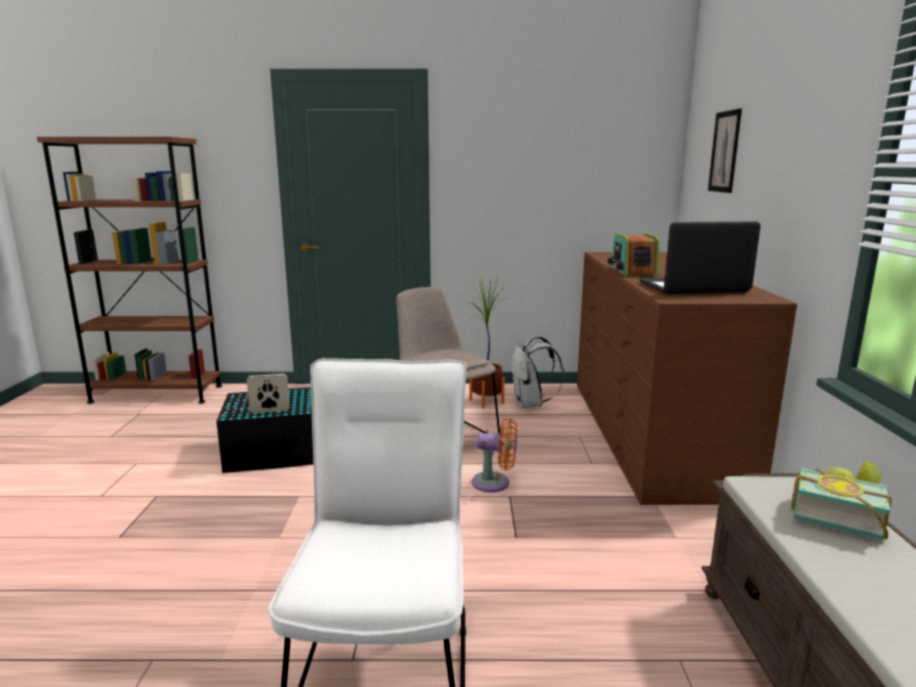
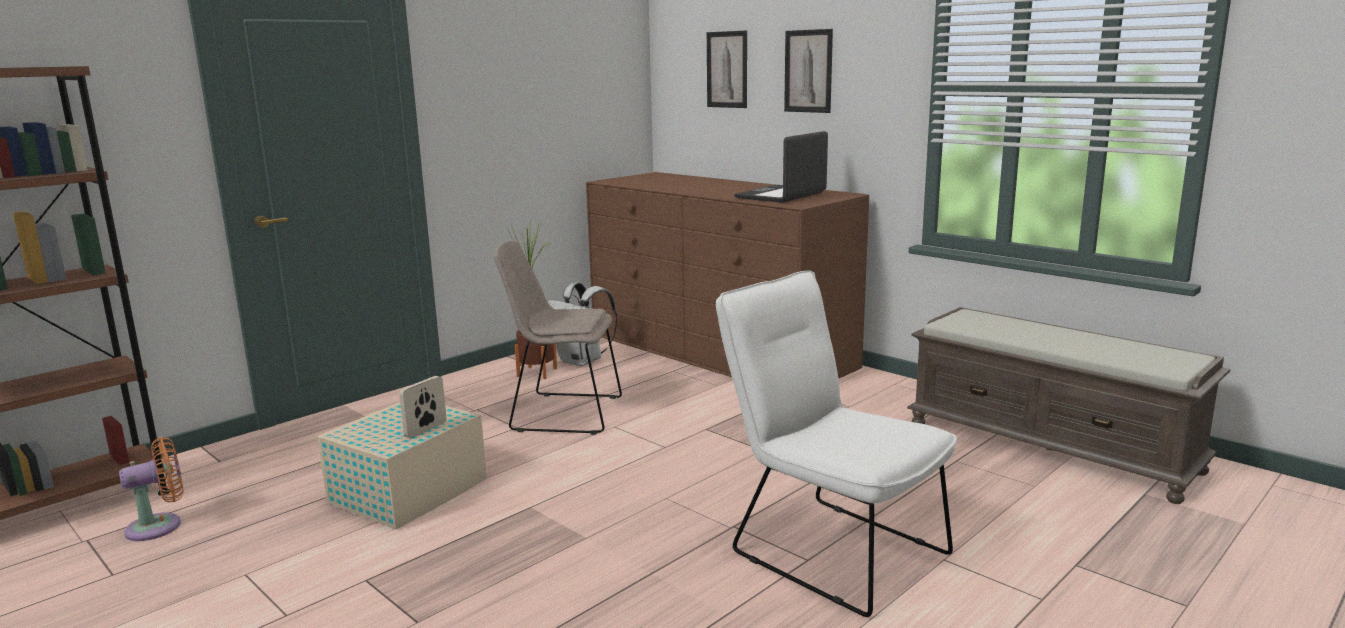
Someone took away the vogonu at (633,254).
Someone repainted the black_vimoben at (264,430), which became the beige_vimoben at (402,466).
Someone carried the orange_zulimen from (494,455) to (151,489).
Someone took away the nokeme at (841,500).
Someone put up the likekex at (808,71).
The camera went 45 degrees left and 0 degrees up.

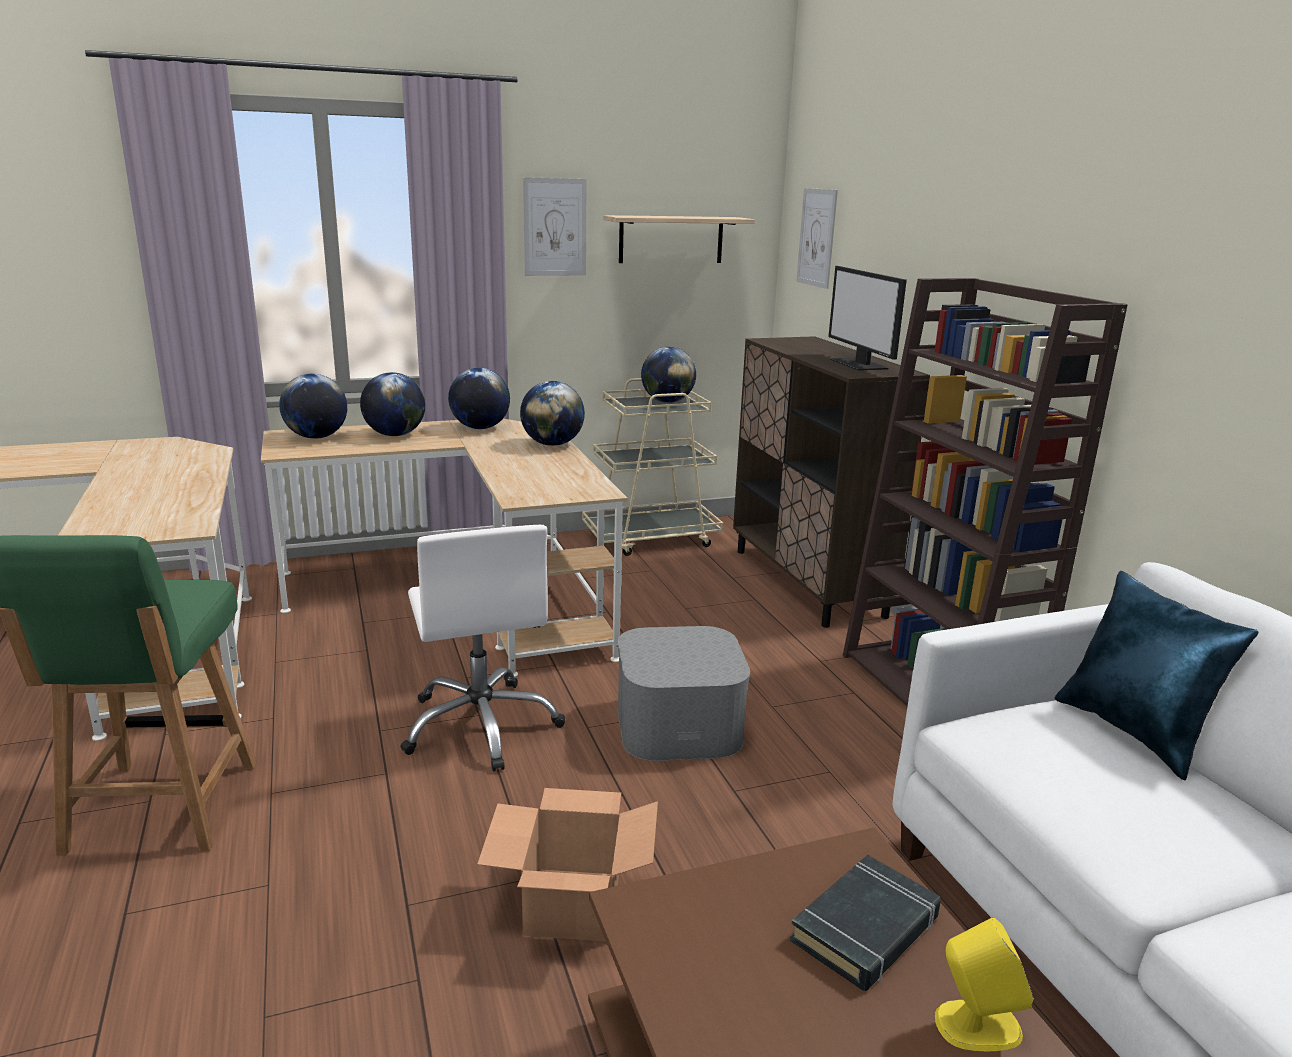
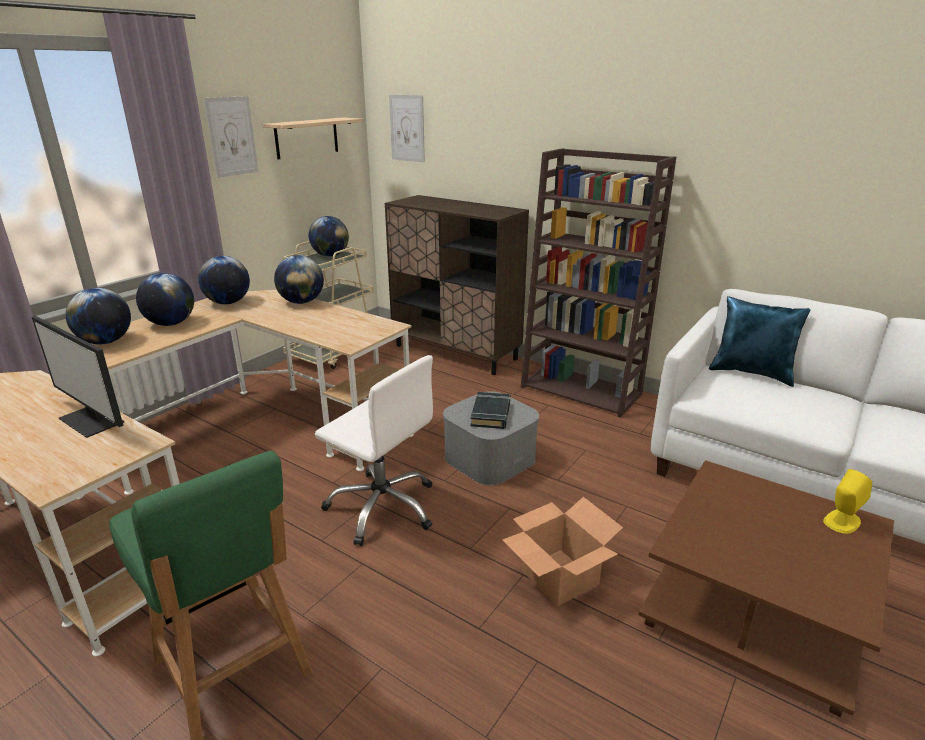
Someone carried the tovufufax from (867,318) to (78,377).
Someone carried the black_nokeme from (865,923) to (491,410).
The camera went 35 degrees left and 5 degrees up.

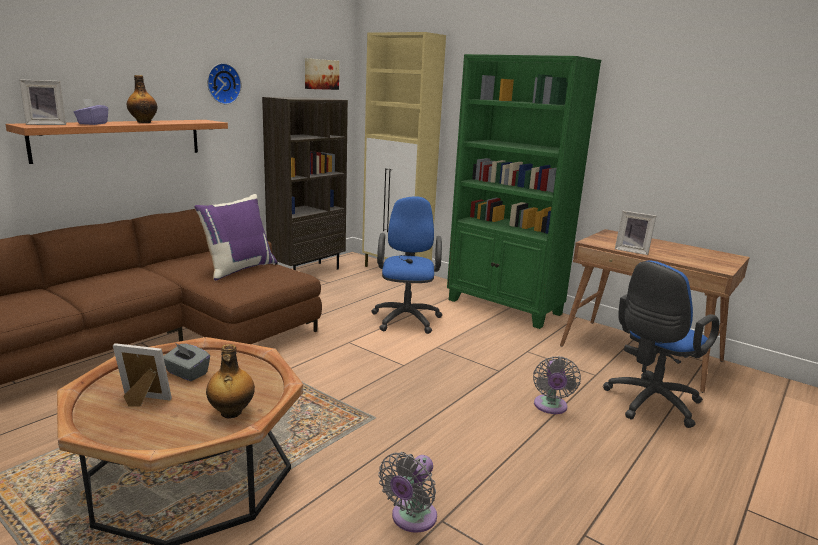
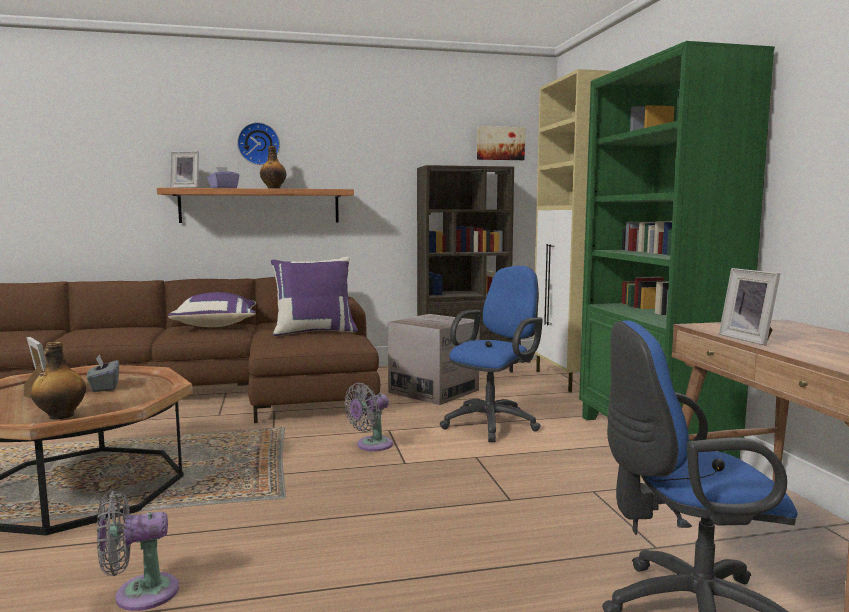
Someone carried the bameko from (224,83) to (258,143).
Someone carried the grey_zulimen from (557,385) to (368,417).
Someone put down the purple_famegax at (212,309).
Someone put down the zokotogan at (434,359).
The camera went 40 degrees right and 10 degrees down.

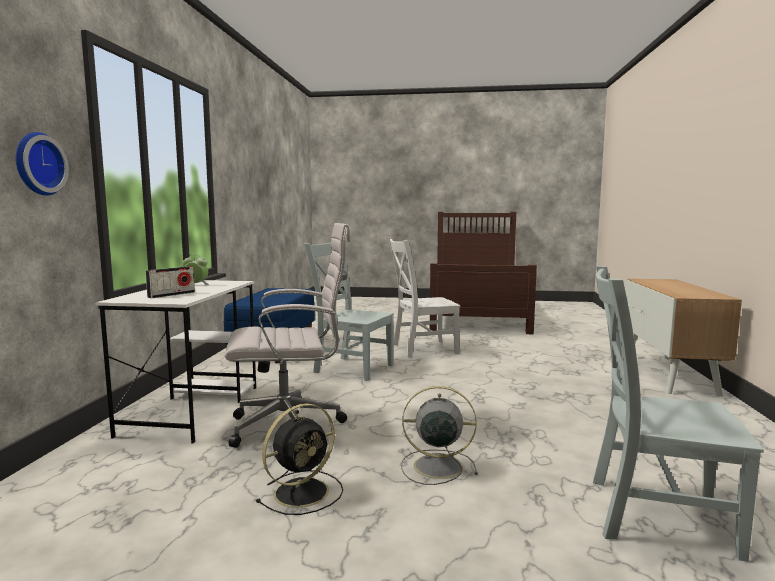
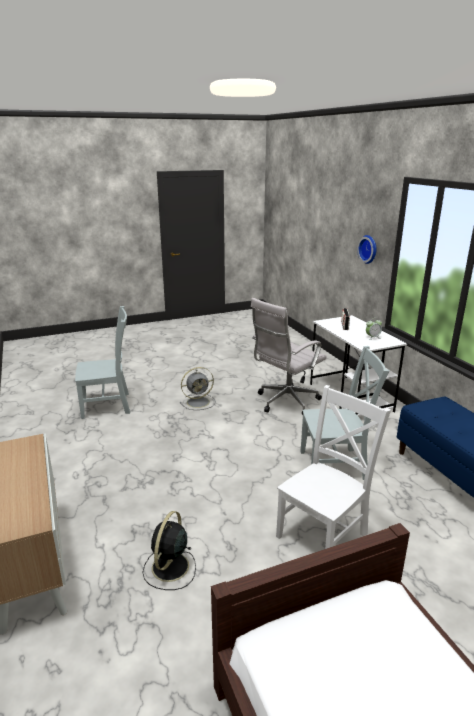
Someone carried the black_zulimen from (299,459) to (169,550).
The camera went 150 degrees right and 15 degrees up.

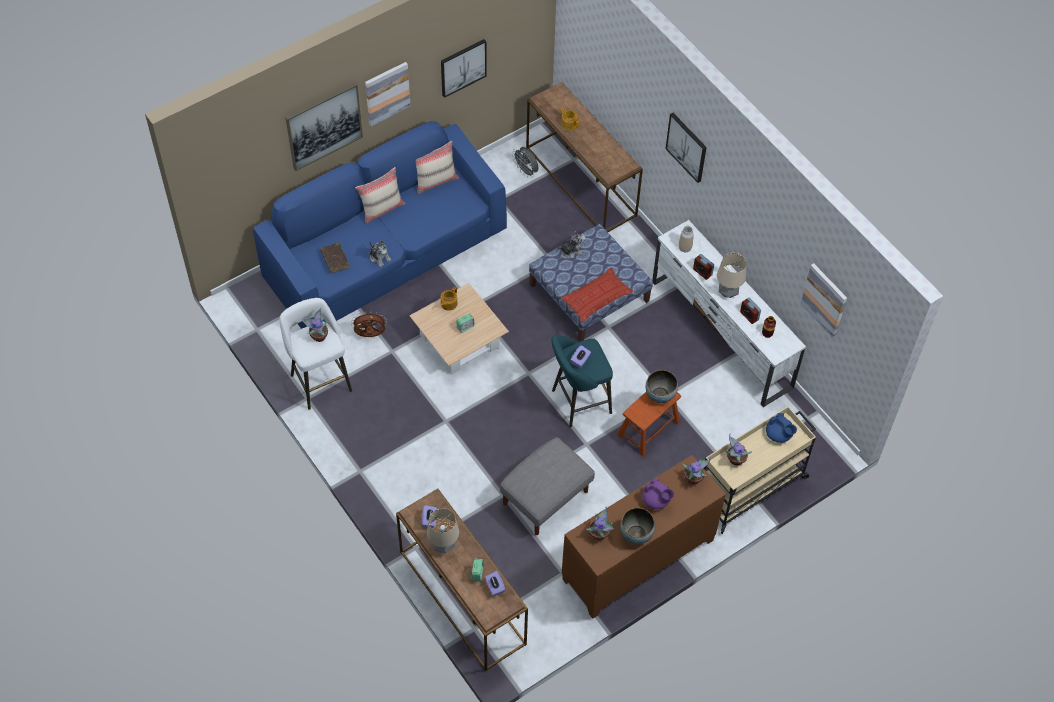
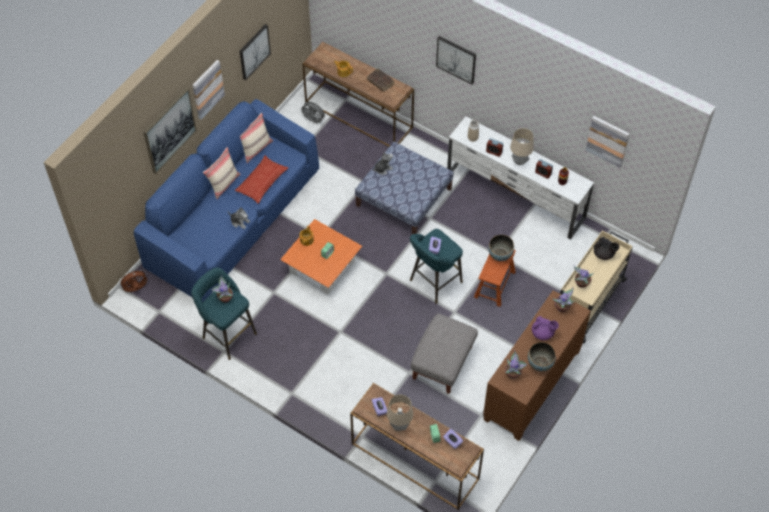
Someone carried the brown_nokeme from (335,257) to (380,80).
Someone carried the famegax from (597,295) to (261,179).
Someone repainted the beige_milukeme at (459,329), which became the orange_milukeme at (321,256).
Someone repainted the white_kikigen at (316,354), which became the turquoise_kikigen at (224,314).
Someone carried the brown_zulimen from (369,324) to (132,281).
Someone repainted the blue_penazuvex at (781,428), which became the black_penazuvex at (607,248).
The camera went 20 degrees left and 0 degrees up.

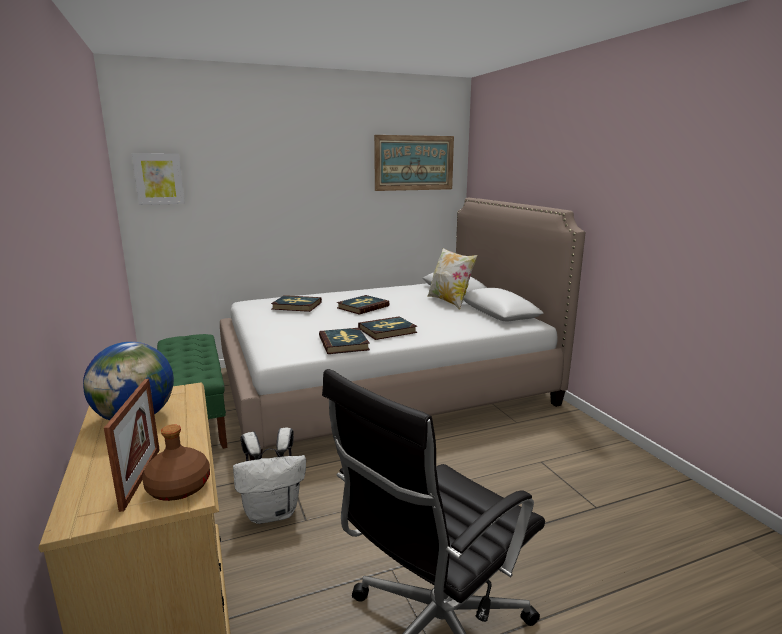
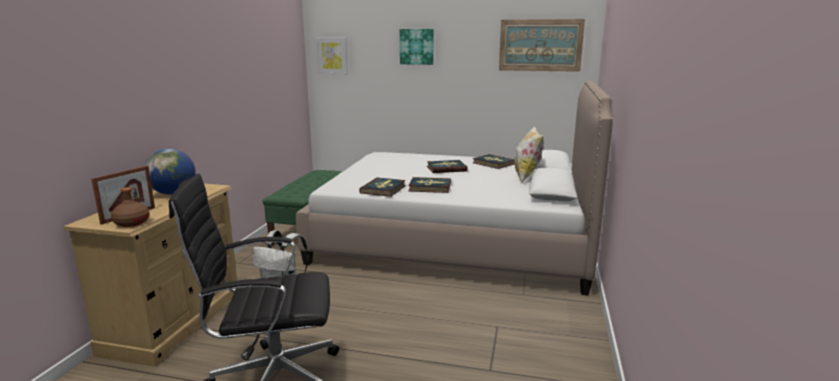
Someone carried the nokeme from (296,303) to (494,161).
Someone put up the likekex at (417,47).
The camera went 35 degrees right and 0 degrees up.

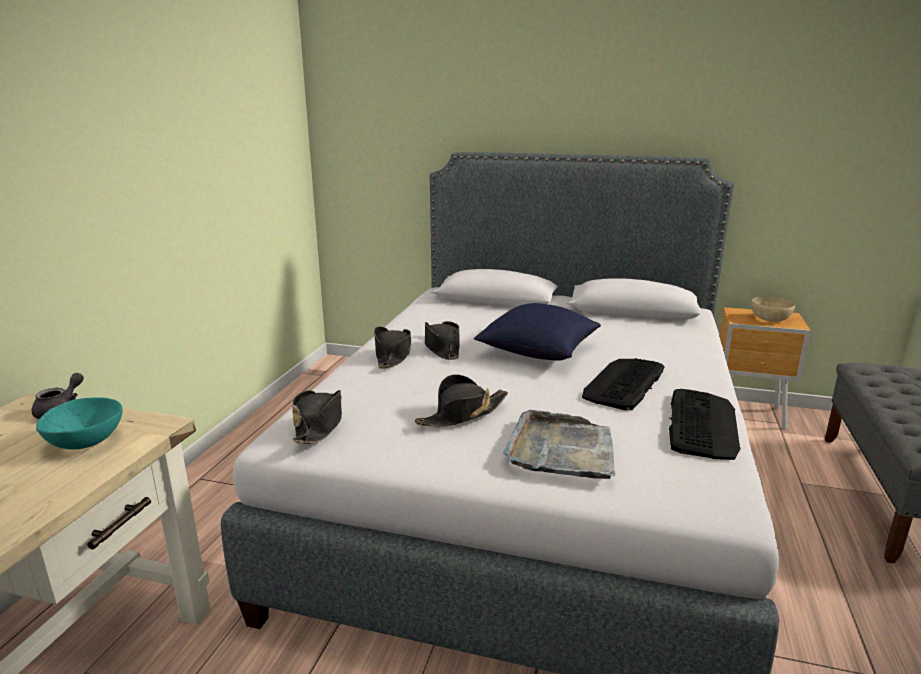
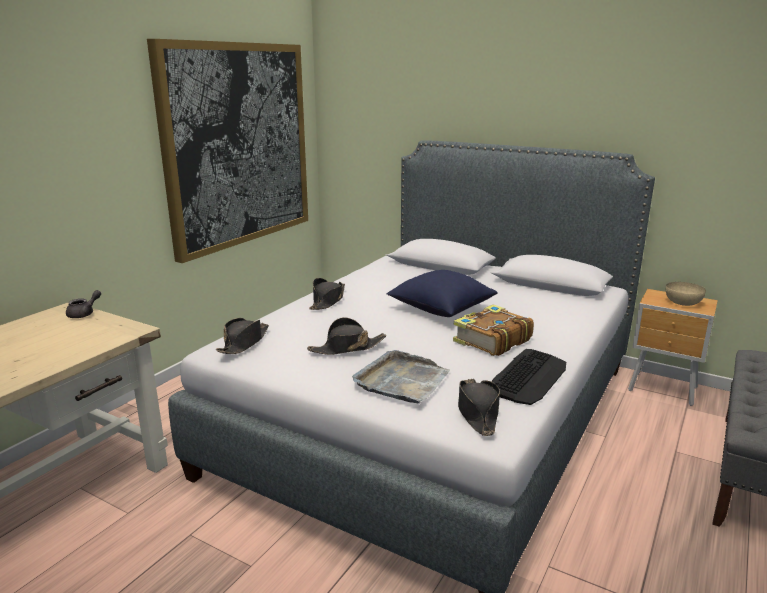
Someone carried the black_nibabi from (442,340) to (479,407).
Someone swapped the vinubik at (623,384) for the nokeme at (493,330).
Someone took away the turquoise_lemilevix at (79,423).
Someone put up the likekex at (227,151).
The camera went 15 degrees right and 0 degrees up.

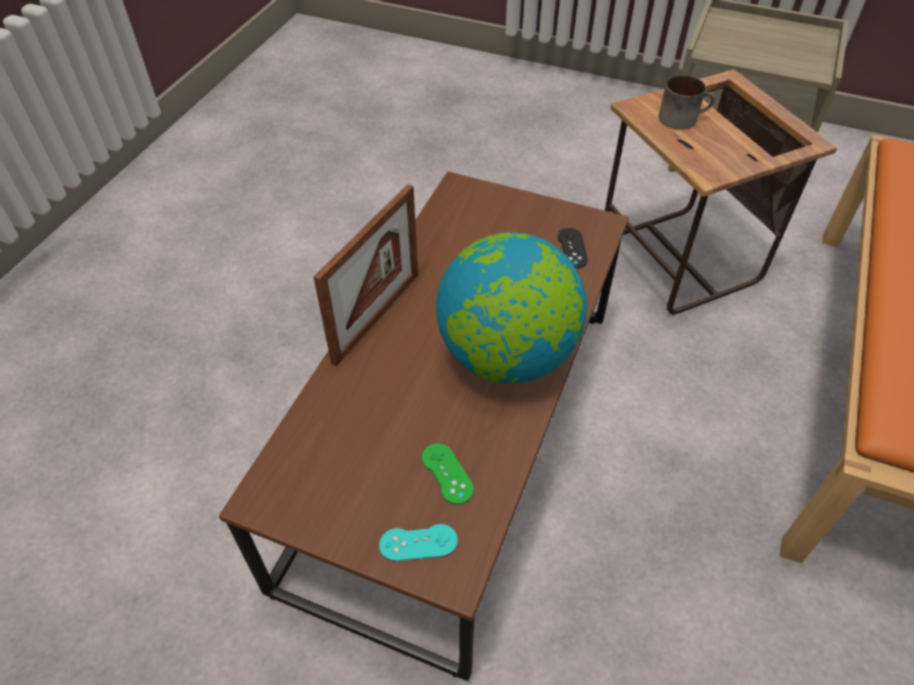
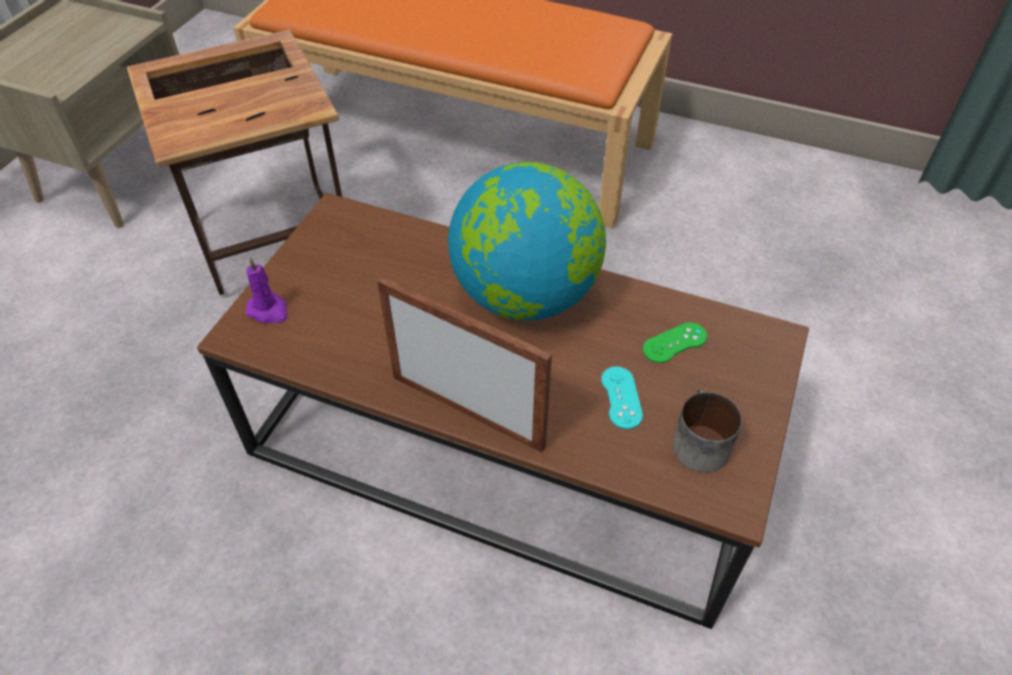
Someone carried the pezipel from (687,102) to (707,430).
Someone took away the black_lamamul at (573,248).
Someone carried the turquoise_lamamul from (418,542) to (622,398).
Someone put down the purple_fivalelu at (266,290).
The camera went 90 degrees left and 0 degrees up.

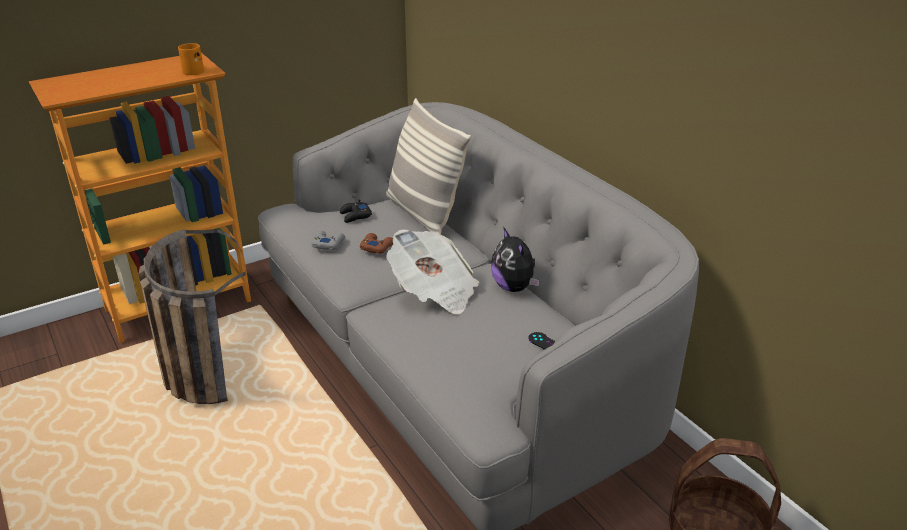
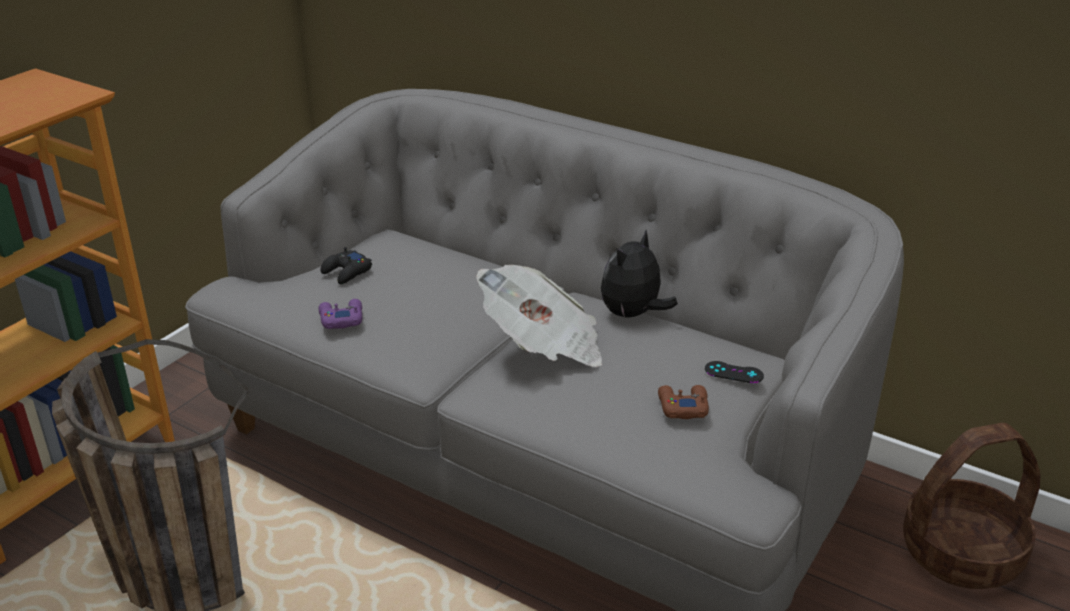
Someone took away the orange_pezipel at (191,59).
Someone took away the famegax at (428,166).
Someone rotated the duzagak at (515,260) by 90 degrees clockwise.
Someone repainted the grey_lamamul at (328,240), which became the purple_lamamul at (340,314).
Someone carried the brown_lamamul from (376,243) to (683,402).
The camera went 25 degrees left and 0 degrees up.

